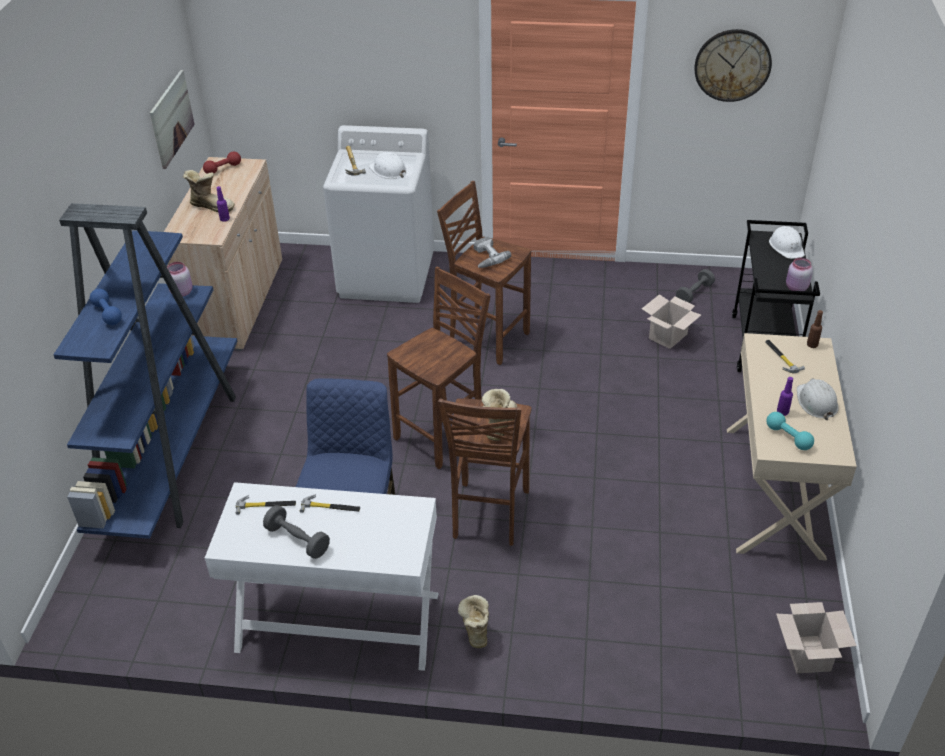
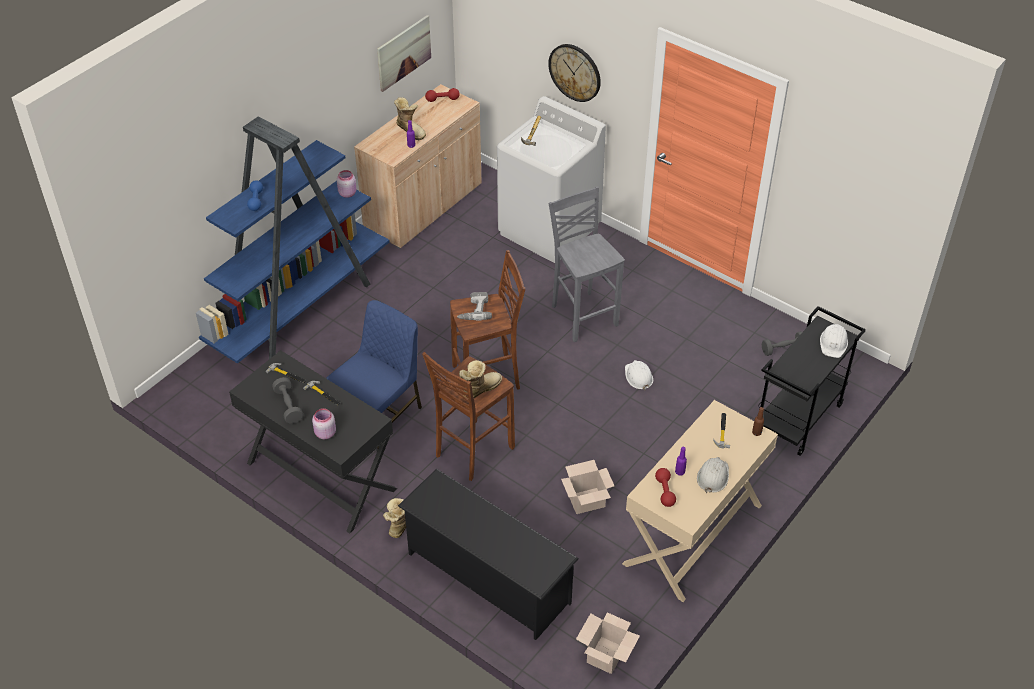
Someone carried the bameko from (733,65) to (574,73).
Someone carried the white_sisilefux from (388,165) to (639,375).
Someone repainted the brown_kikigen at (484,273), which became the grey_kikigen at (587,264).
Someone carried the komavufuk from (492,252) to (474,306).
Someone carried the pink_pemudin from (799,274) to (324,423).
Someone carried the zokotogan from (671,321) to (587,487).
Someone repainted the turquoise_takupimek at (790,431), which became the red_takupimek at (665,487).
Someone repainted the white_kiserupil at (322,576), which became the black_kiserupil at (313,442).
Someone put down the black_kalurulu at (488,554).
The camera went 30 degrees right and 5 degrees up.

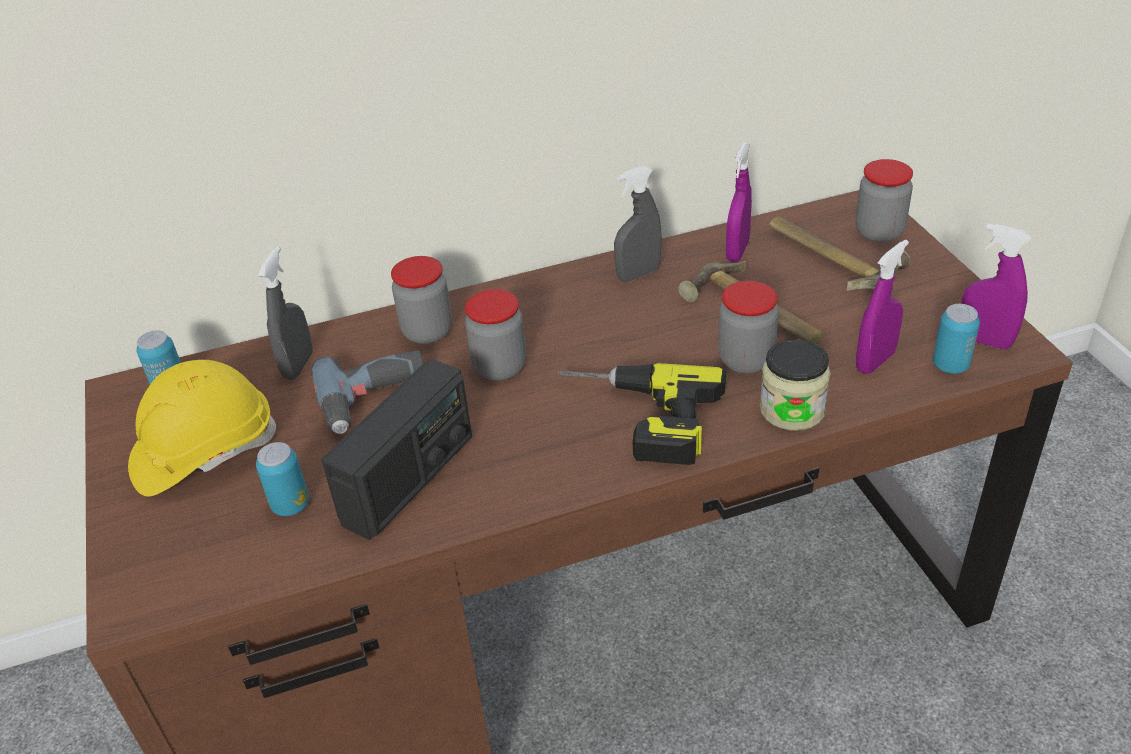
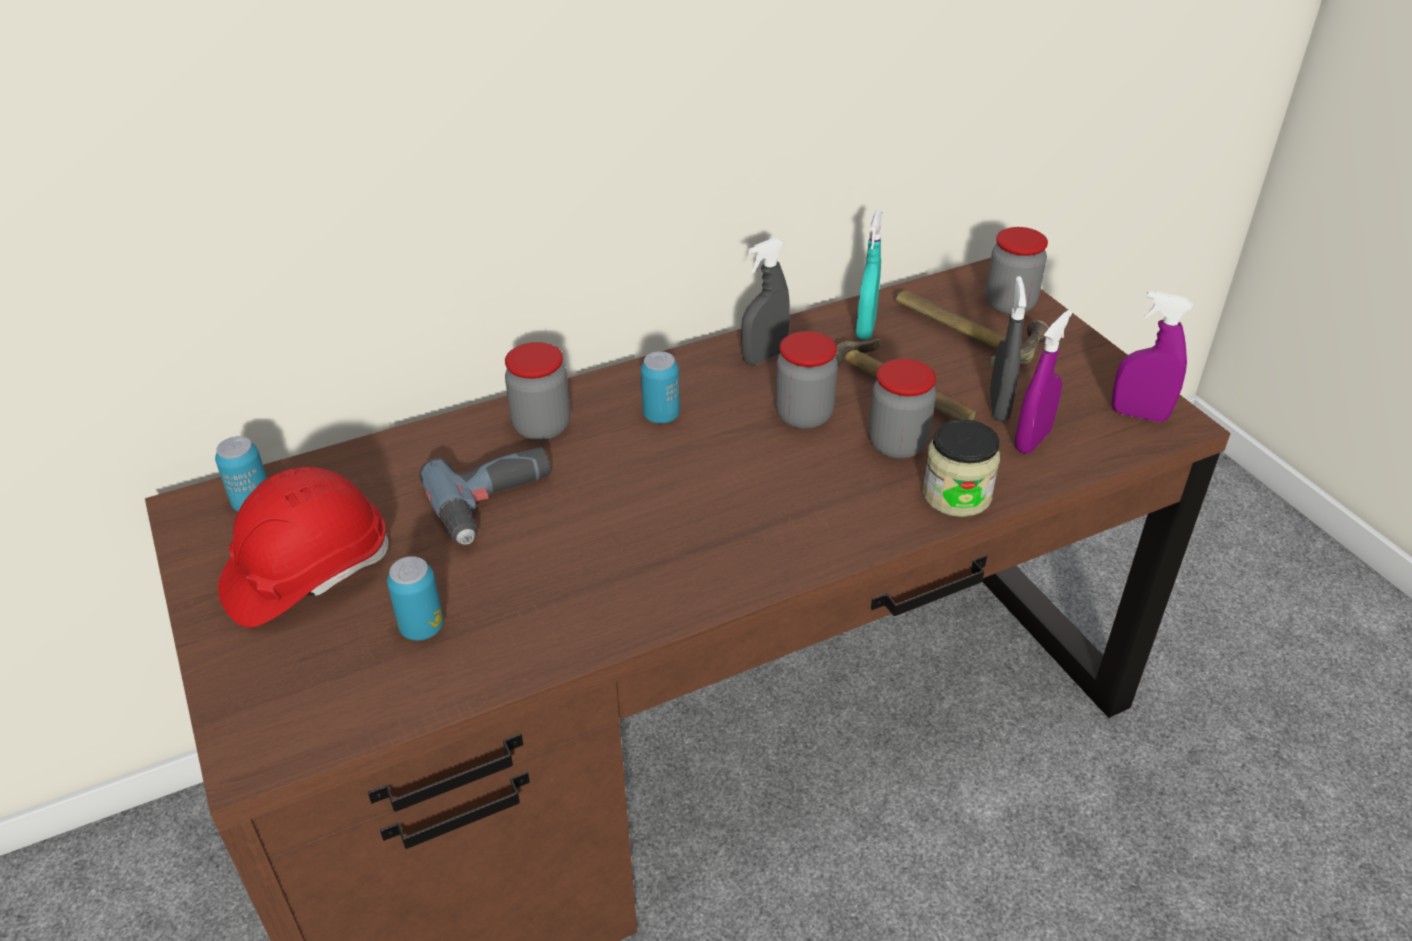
Someone repainted the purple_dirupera at (739,202), which became the turquoise_dirupera at (869,275).
Someone carried the grey_dirupera from (285,313) to (1008,348).
Someone carried the pemudin from (495,335) to (806,380).
Someone carried the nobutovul from (956,339) to (660,387).
Someone took away the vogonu at (396,449).
Someone repainted the yellow_sisilefux at (202,428), which became the red_sisilefux at (303,547).
Someone took away the komavufuk at (642,414).
The camera went 10 degrees left and 0 degrees up.

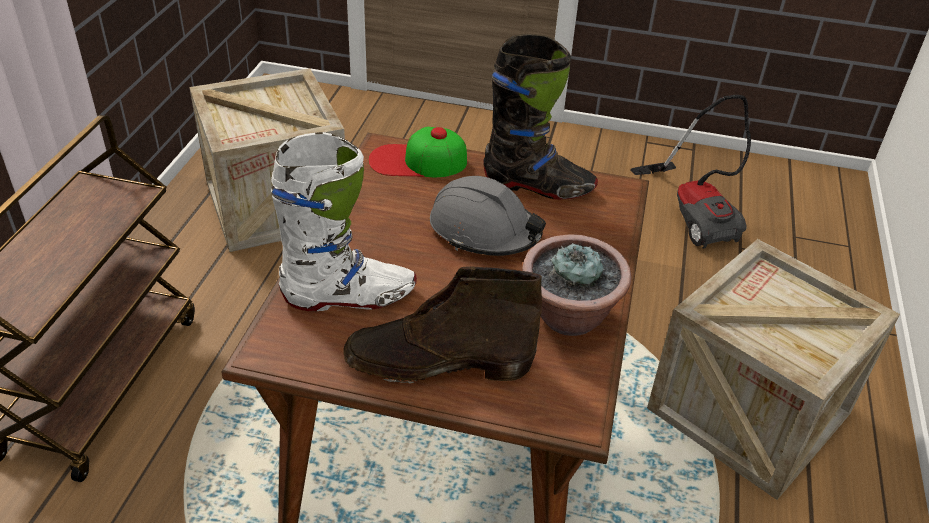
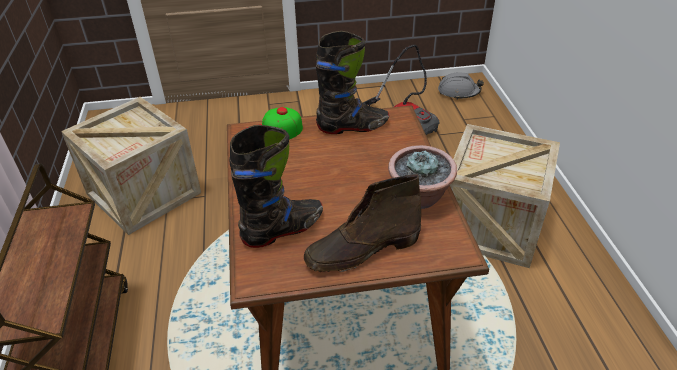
Someone repainted the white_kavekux at (344,221), which became the black_kavekux at (276,186).
Someone carried the grey_sisilefux from (488,216) to (461,86).
The camera went 20 degrees left and 0 degrees up.

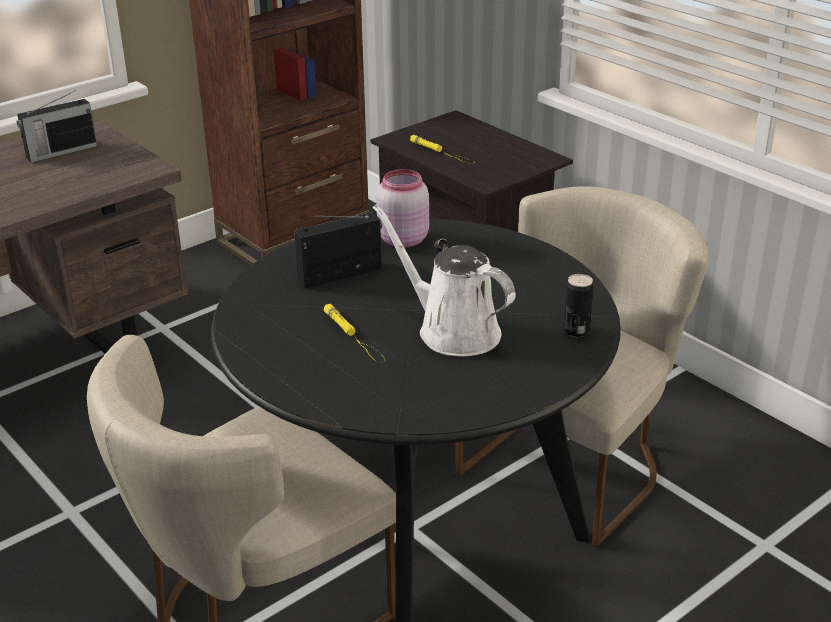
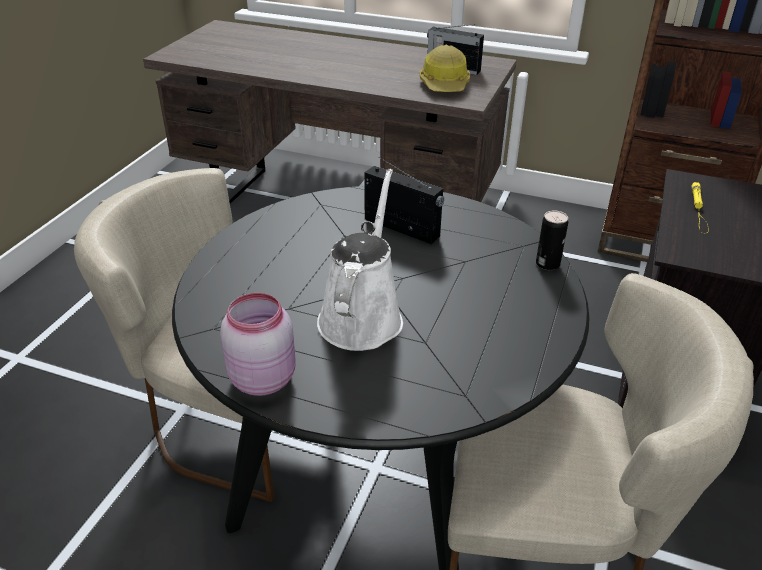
Someone carried the pink_pemudin from (402,208) to (257,344).
Someone carried the nobutovul from (578,305) to (552,240).
Someone took away the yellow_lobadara at (354,333).
Someone put down the sisilefux at (444,68).
The camera went 60 degrees right and 5 degrees up.

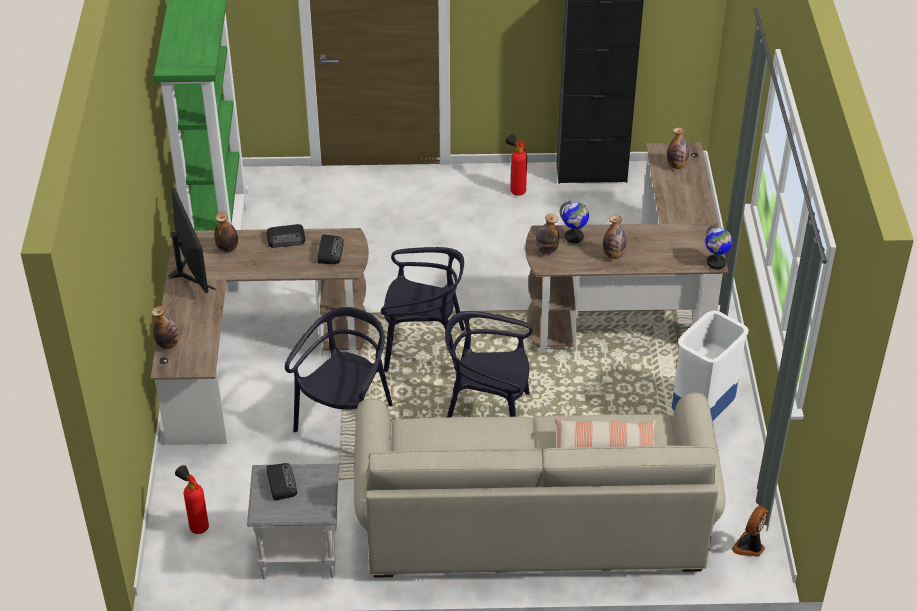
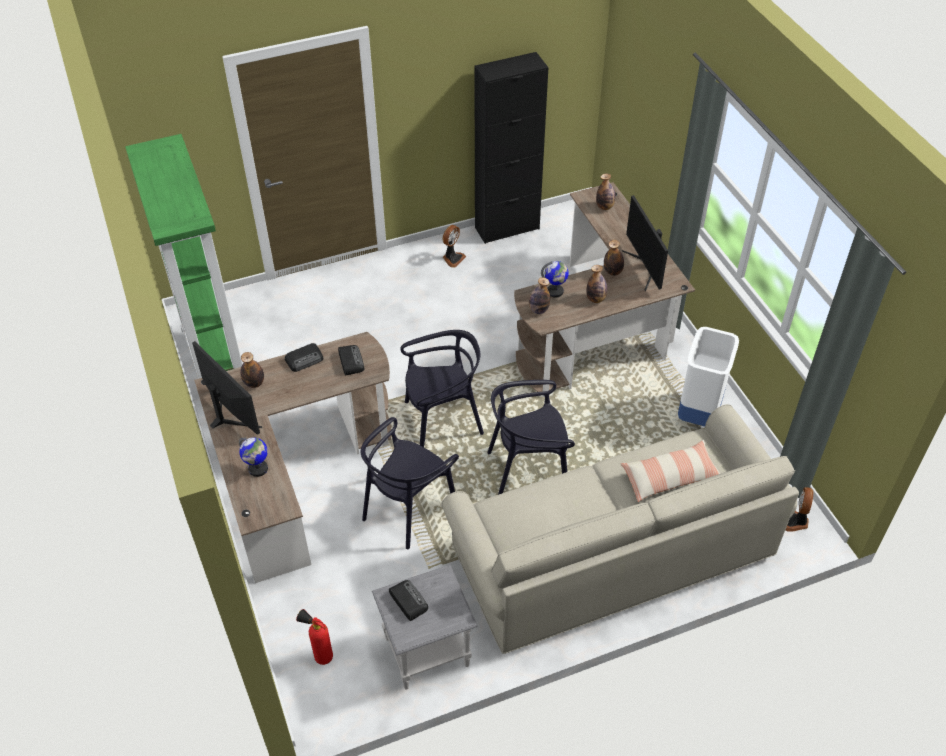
Someone swapped the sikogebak at (516,165) for the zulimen at (454,246).
Someone carried the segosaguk from (719,247) to (253,457).
Someone carried the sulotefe from (165,327) to (614,258).
Someone rotated the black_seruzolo at (339,369) by 150 degrees counterclockwise.
Someone put down the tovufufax at (645,243).
The camera went 20 degrees left and 5 degrees up.

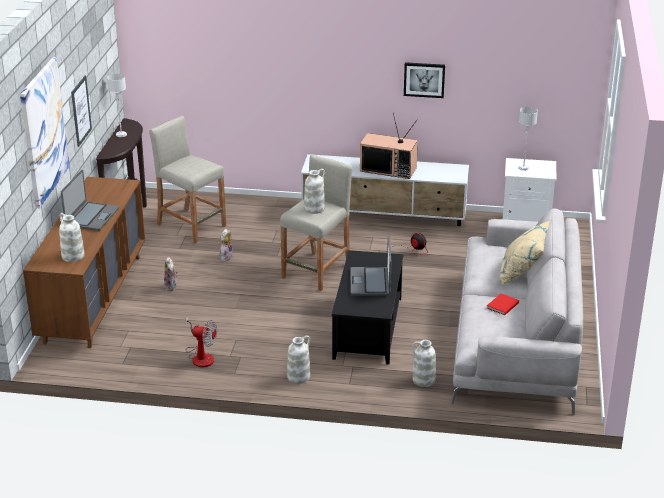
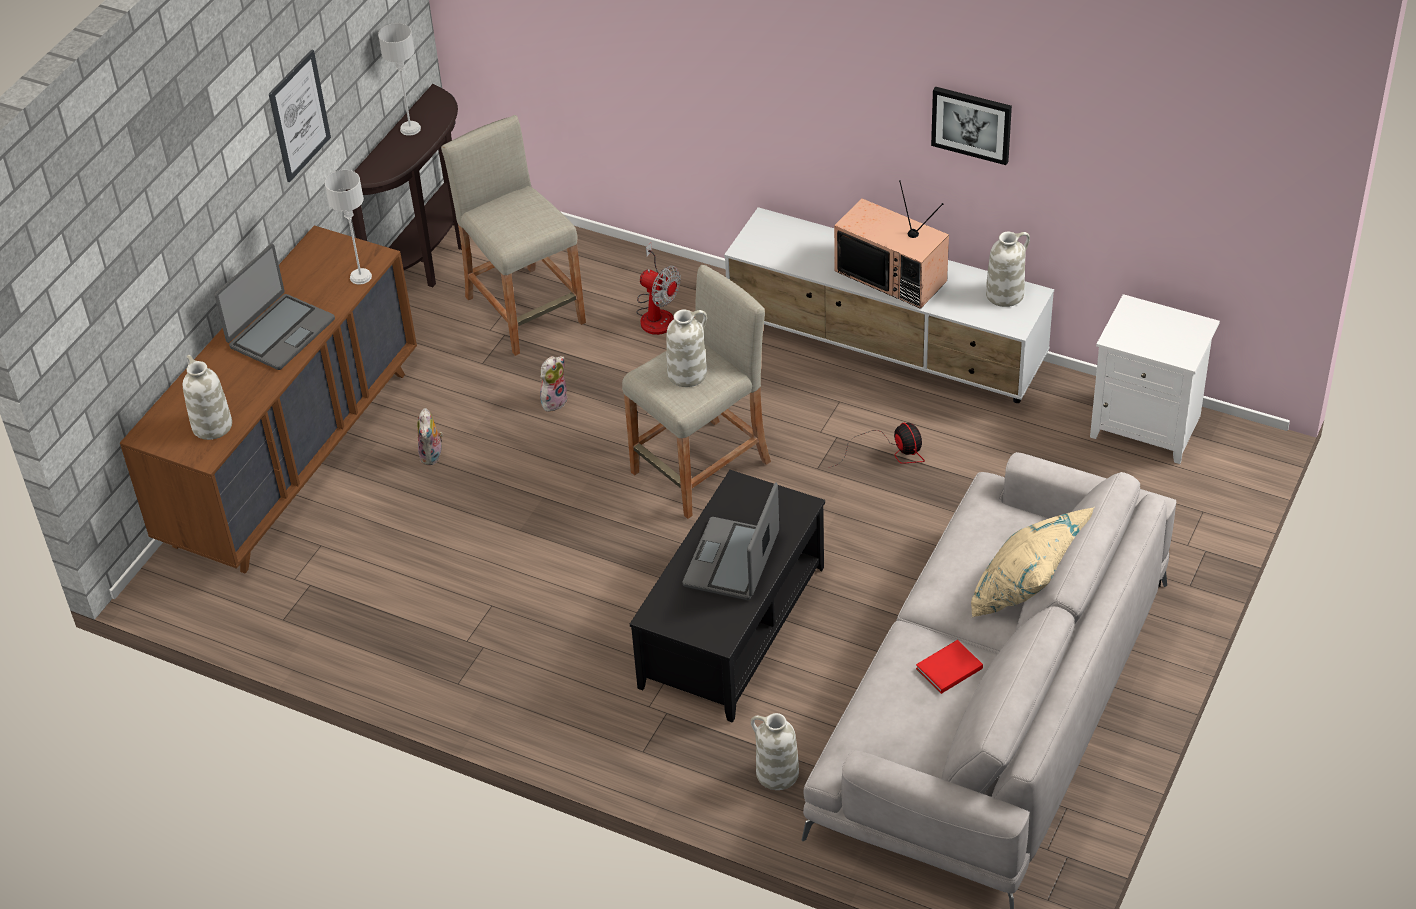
Someone took away the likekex at (45,133).
Someone carried the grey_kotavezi from (528,139) to (348,227).
Someone carried the zulimen from (201,341) to (658,289).
Someone carried the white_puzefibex from (298,360) to (1008,269).
The camera went 20 degrees right and 15 degrees up.

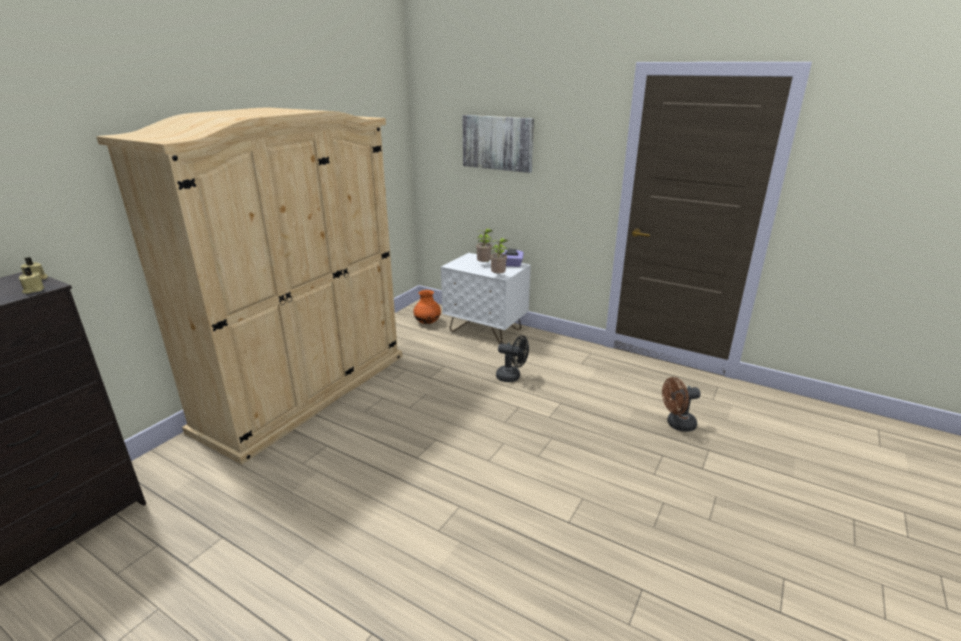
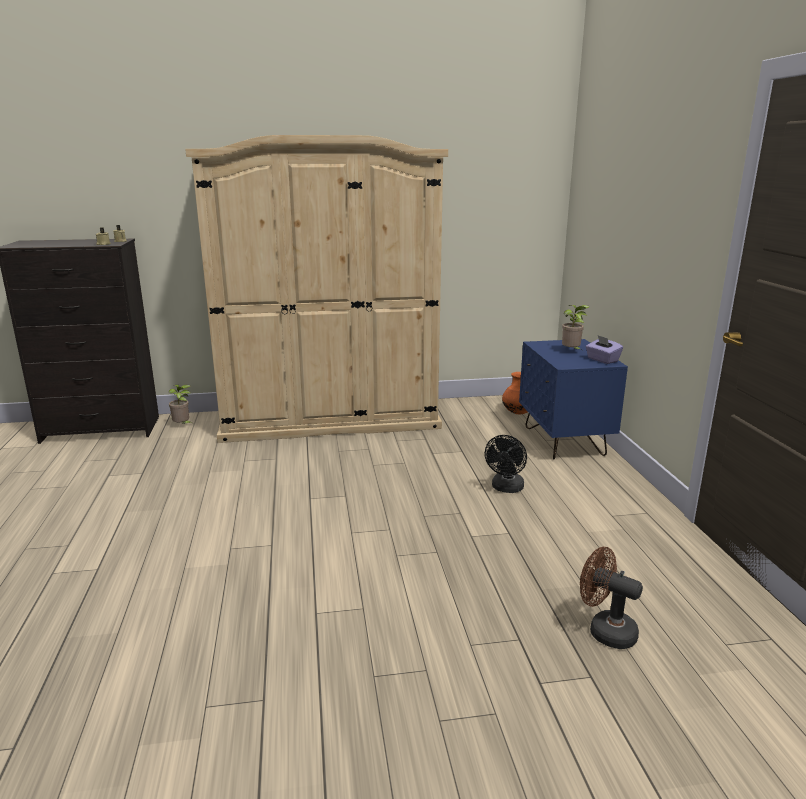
Someone took away the likekex at (498,144).
Someone carried the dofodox from (499,256) to (180,404).
Someone repainted the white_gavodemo at (486,298), which became the blue_gavodemo at (573,399).
Someone rotated the black_zulimen at (512,358) by 45 degrees clockwise.
The camera went 50 degrees right and 5 degrees down.

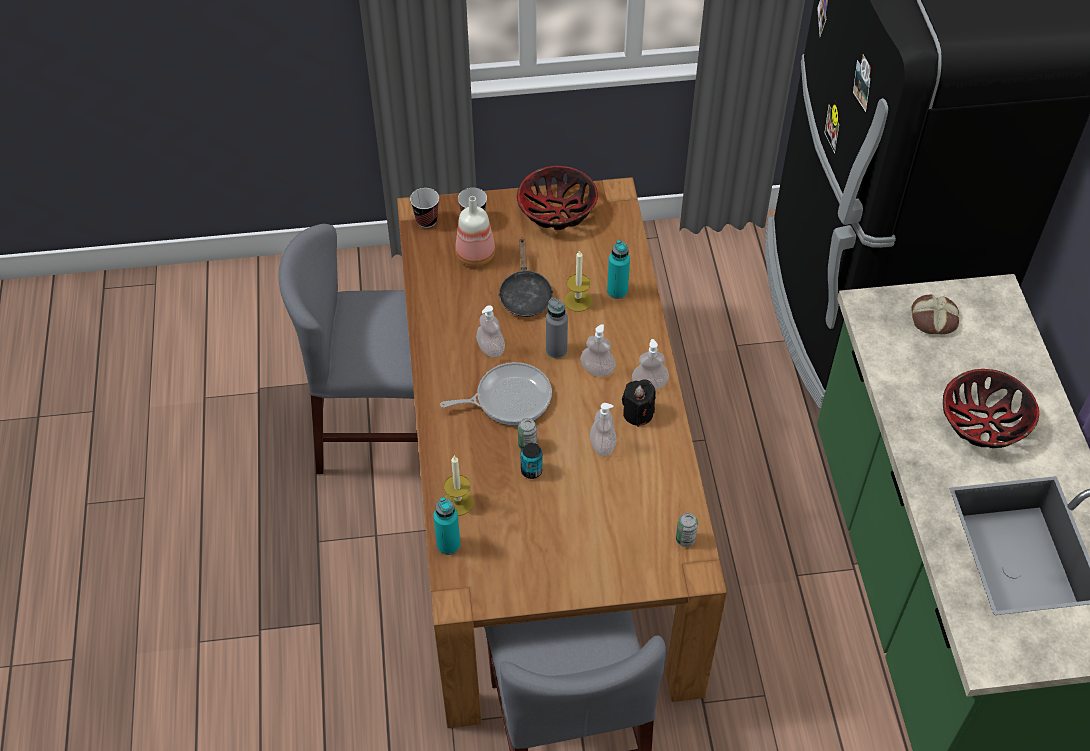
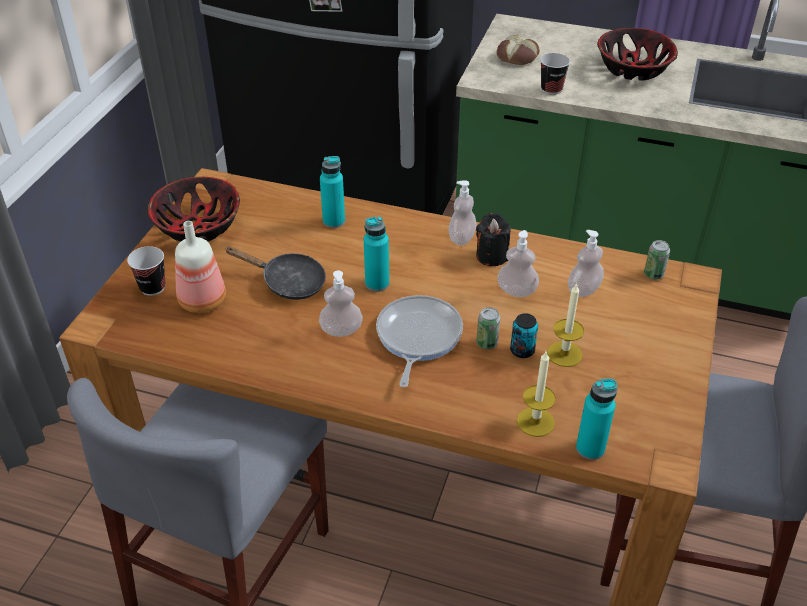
Someone carried the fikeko from (424,208) to (555,74).
Someone carried the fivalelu from (578,281) to (565,325).
Someone repainted the grey_sulotefe at (557,328), which became the turquoise_sulotefe at (376,254).
Someone carried the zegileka from (598,350) to (586,263).
The camera went 65 degrees left and 10 degrees down.

